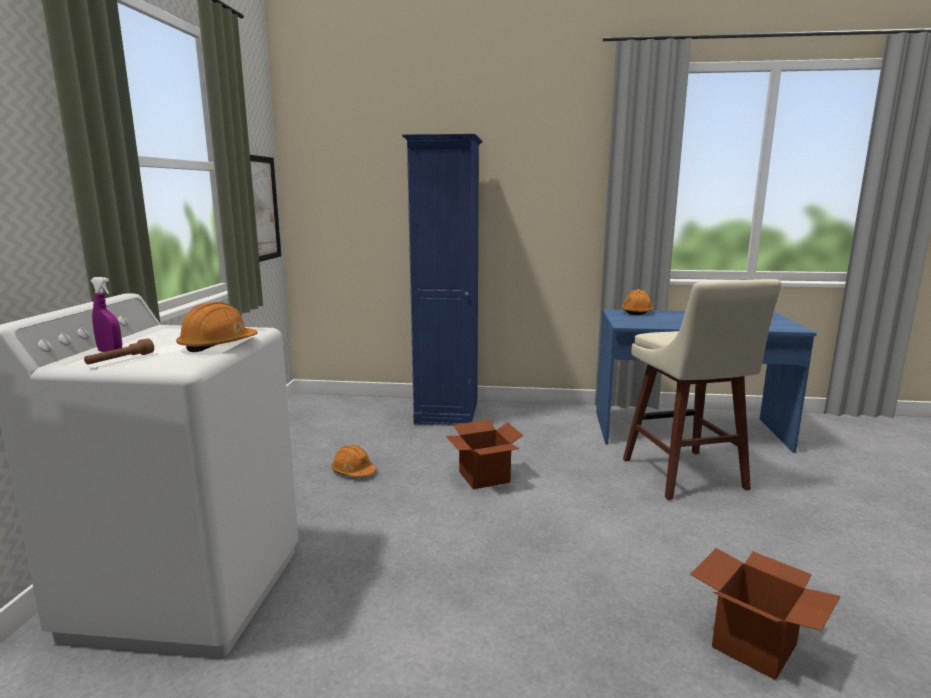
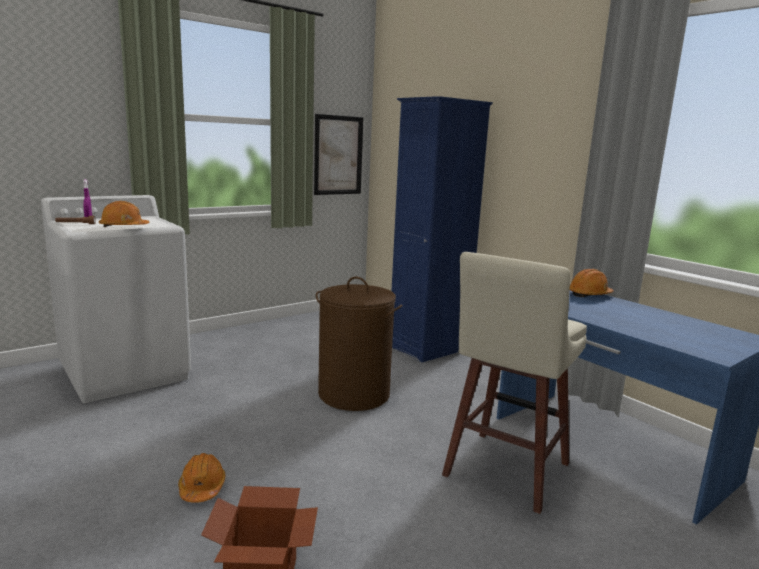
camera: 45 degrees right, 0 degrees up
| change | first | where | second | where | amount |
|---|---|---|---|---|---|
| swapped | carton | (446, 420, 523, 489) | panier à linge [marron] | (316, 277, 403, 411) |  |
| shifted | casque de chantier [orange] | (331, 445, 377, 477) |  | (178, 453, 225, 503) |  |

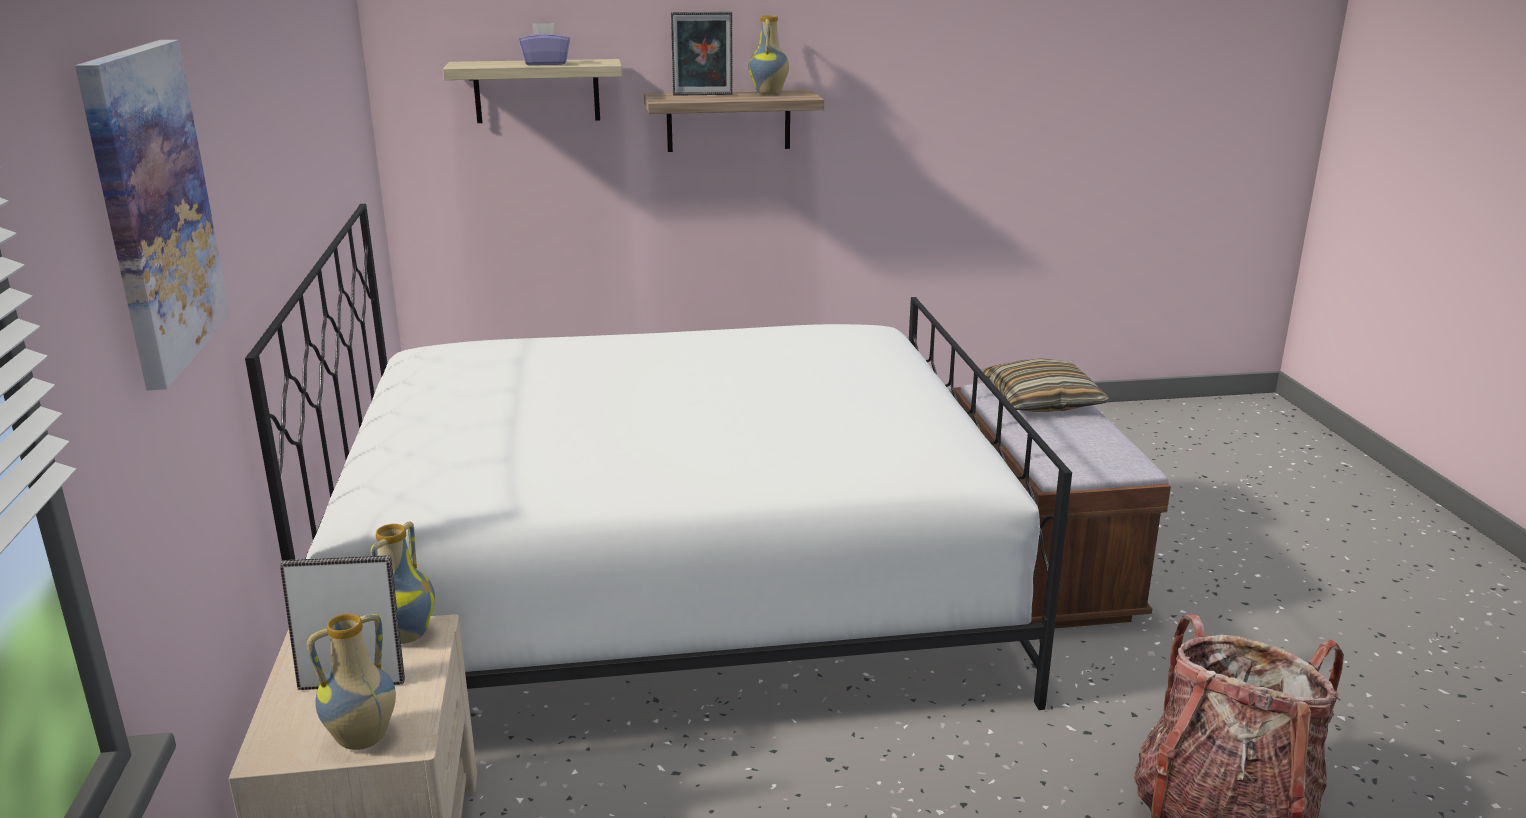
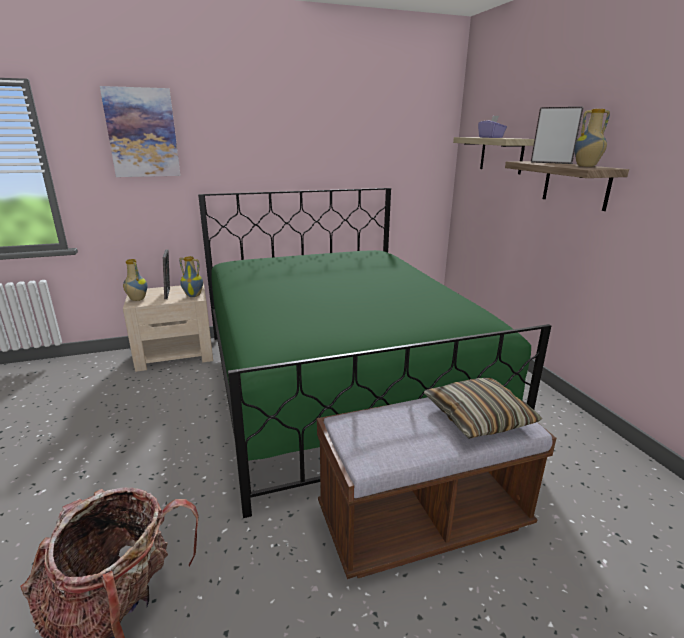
camera: 80 degrees right, 0 degrees up
| change | first | where | second | where | amount |
|---|---|---|---|---|---|
| rotated | cadre photo | (671, 12, 733, 96) |  | (531, 107, 584, 164) | 135 degrees clockwise |
| repainted | lit [blanc] | (245, 204, 1072, 710) | lit [vert] | (198, 188, 551, 518) |  |

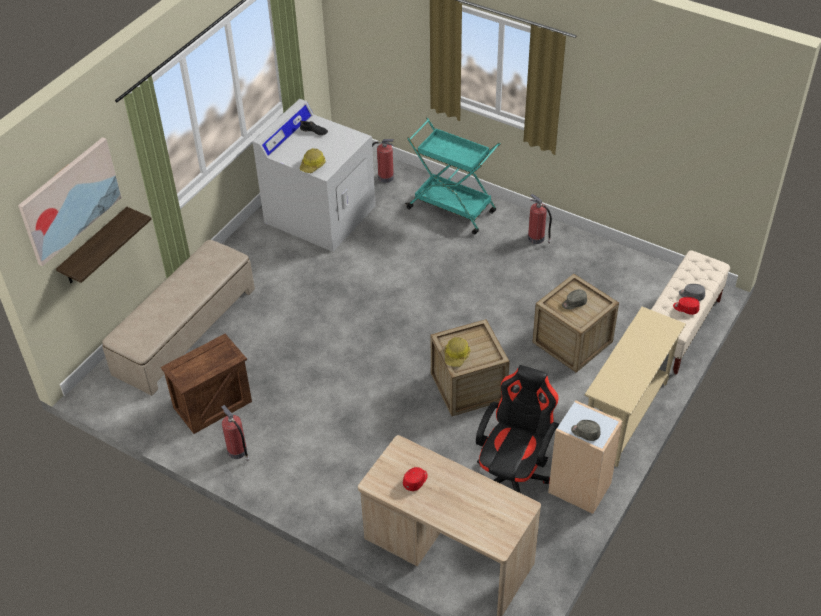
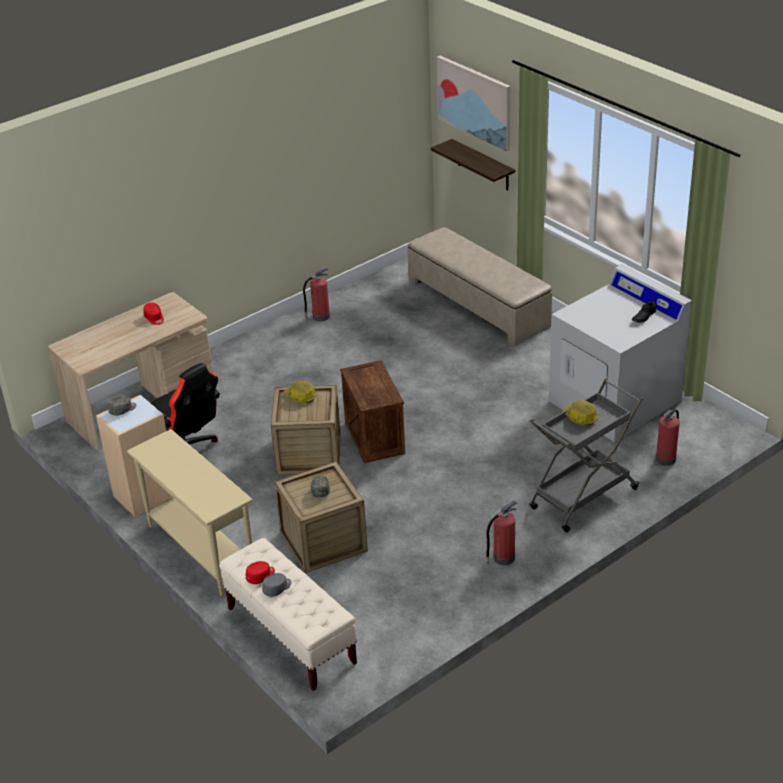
camera: 110 degrees right, 10 degrees down
| change | first | where | second | where | amount |
|---|---|---|---|---|---|
| repainted | chariot [turquoise] | (405, 118, 501, 234) | chariot [gris] | (529, 377, 643, 533) |  |
| shifted | casque de chantier | (300, 148, 326, 173) |  | (562, 400, 598, 425) |  |
| shifted | caisse | (161, 334, 252, 434) |  | (340, 360, 405, 463) |  |

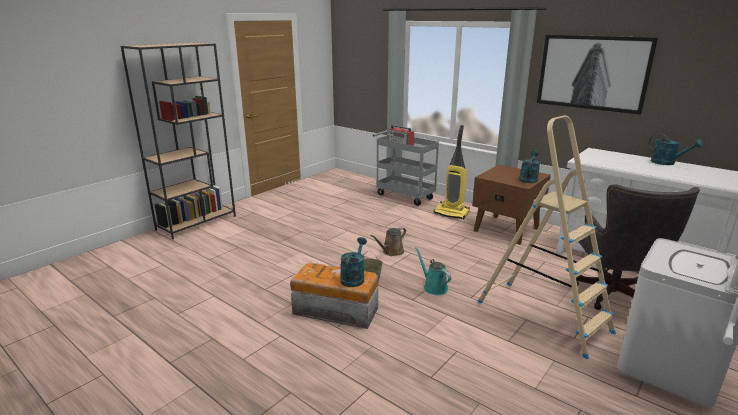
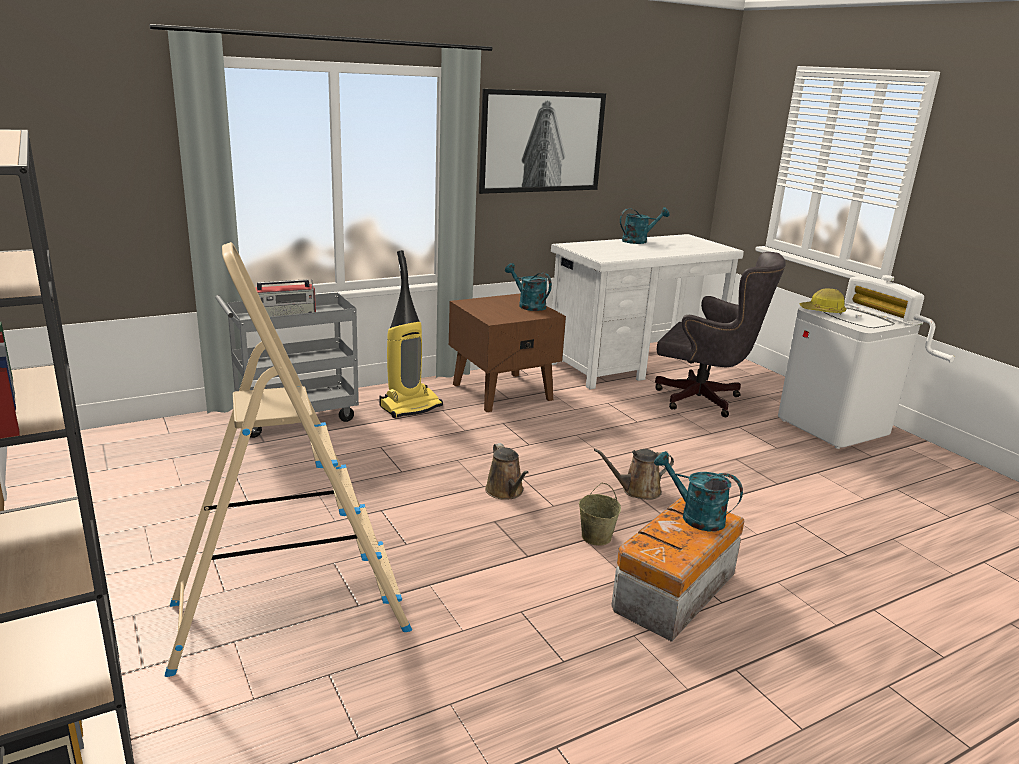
camera: 70 degrees left, 0 degrees up
| change | first | where | second | where | amount |
|---|---|---|---|---|---|
| shifted | escabeau [beige] | (478, 115, 616, 359) |  | (165, 242, 412, 677) |  |
| repainted | arrosoir [turquoise] | (415, 247, 451, 295) | arrosoir [marron] | (594, 449, 674, 500) |  |
| new |  |  | casque de chantier | (799, 288, 846, 314) |  |

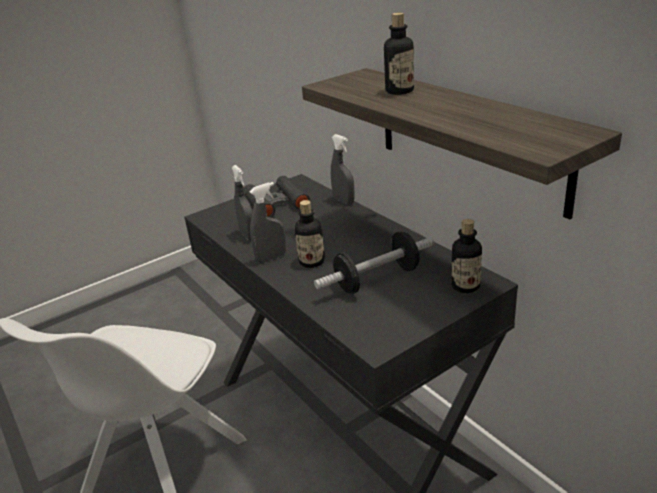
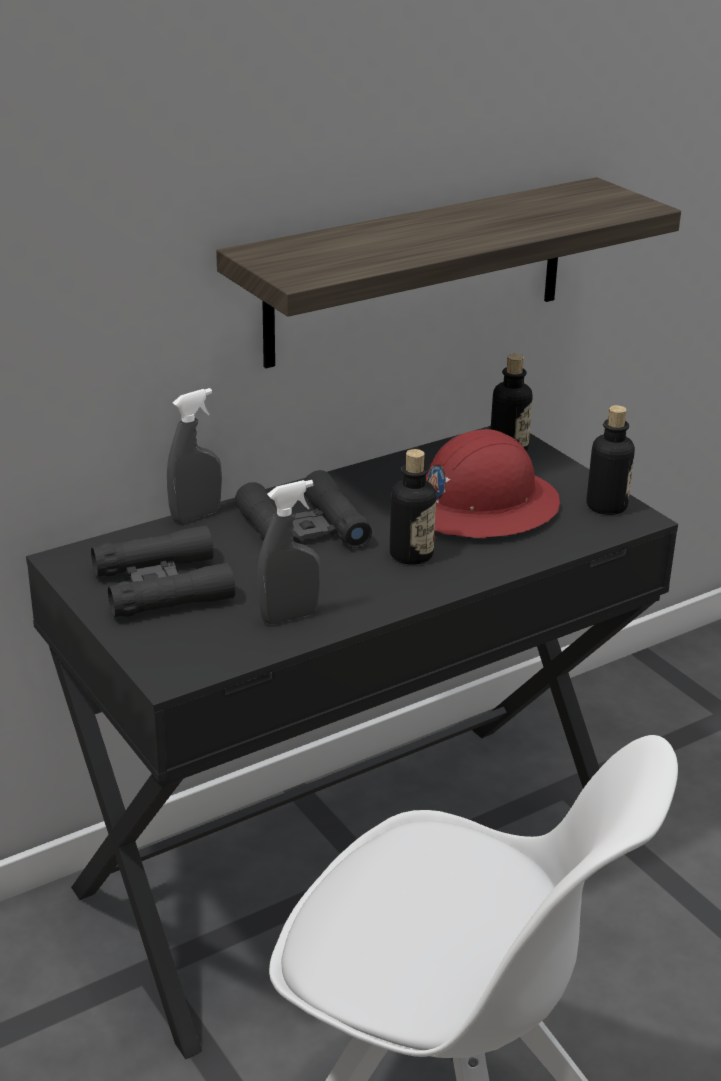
camera: 90 degrees left, 0 degrees up
| change | first | where | second | where | amount |
|---|---|---|---|---|---|
| shifted | bouteille | (384, 13, 414, 95) |  | (586, 405, 635, 515) |  |
| gone | vaporisateur [gris] | (250, 182, 286, 263) |  |  |  |
| swapped | haltère | (314, 231, 434, 294) | casque de chantier [rouge] | (426, 429, 560, 538) |  |
| new |  |  | jumelles [noir] | (235, 470, 372, 548) |  |

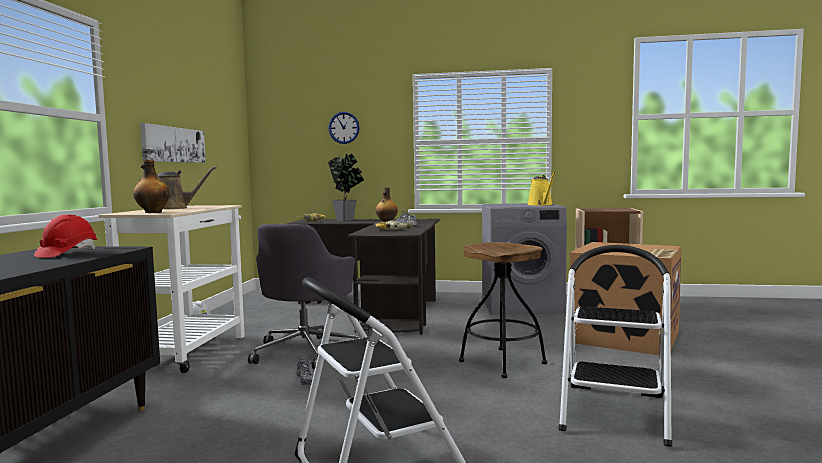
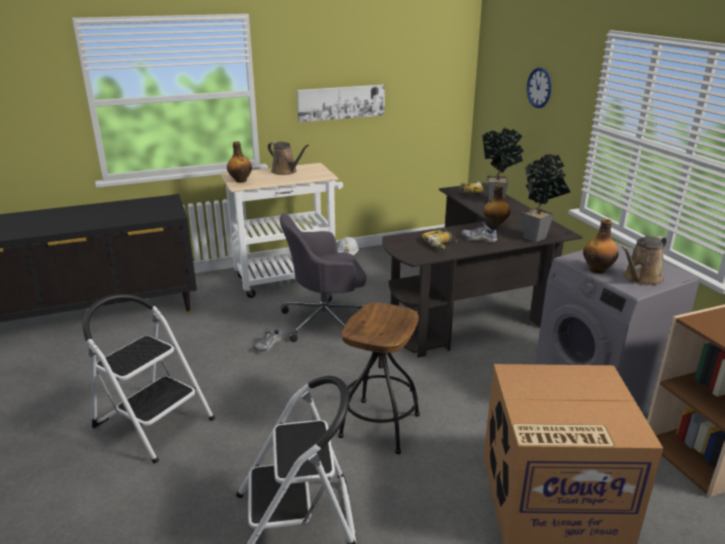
camera: 60 degrees right, 20 degrees up
| change | first | where | second | where | amount |
|---|---|---|---|---|---|
| repainted | arrosoir [jaune] | (528, 172, 555, 206) | arrosoir [marron] | (622, 235, 667, 285) |  |
| gone | casque de chantier [rouge] | (34, 214, 97, 258) |  |  |  |
| new |  |  | plante en pot | (521, 154, 570, 242) |  |
| new |  |  | bouteille | (583, 219, 619, 273) |  |

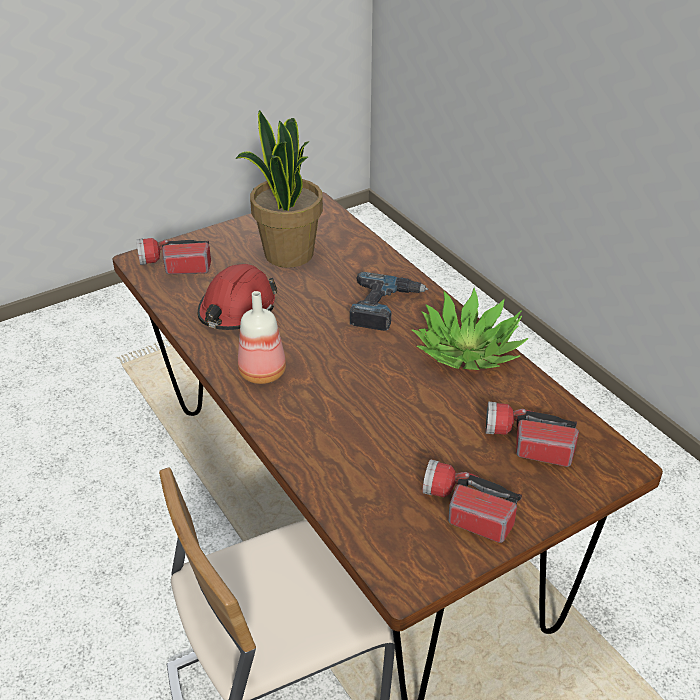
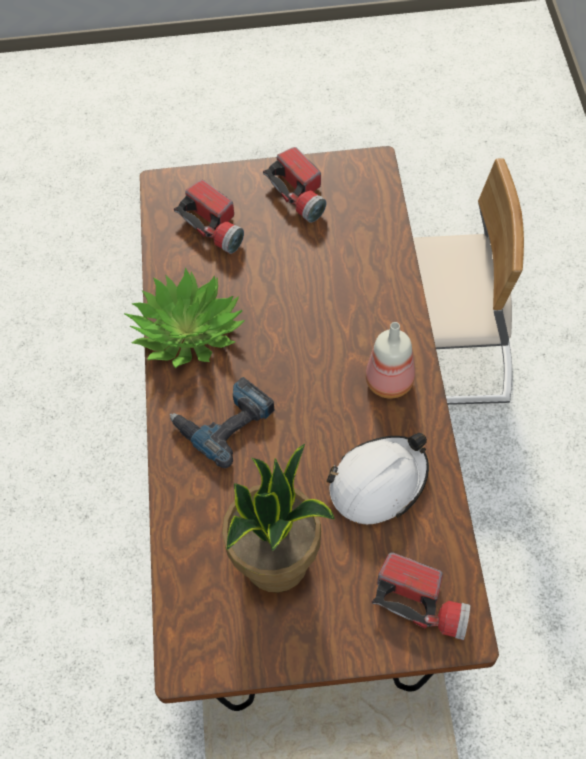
camera: 150 degrees left, 20 degrees up
| change | first | where | second | where | amount |
|---|---|---|---|---|---|
| repainted | casque de chantier [rouge] | (198, 264, 277, 330) | casque de chantier [blanc] | (326, 433, 429, 524) |  |

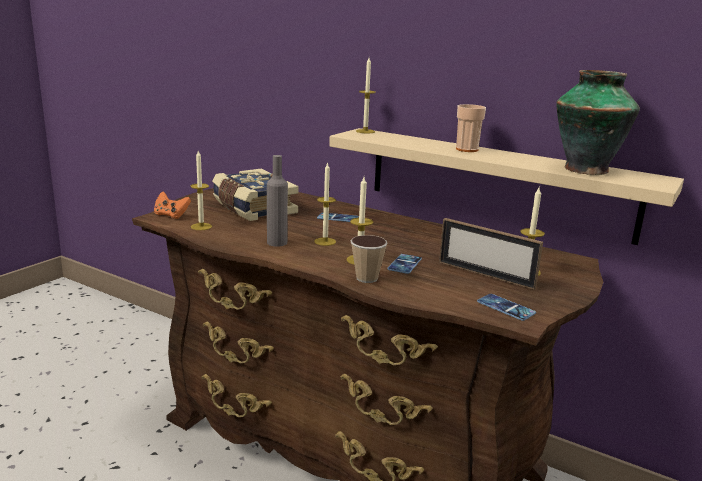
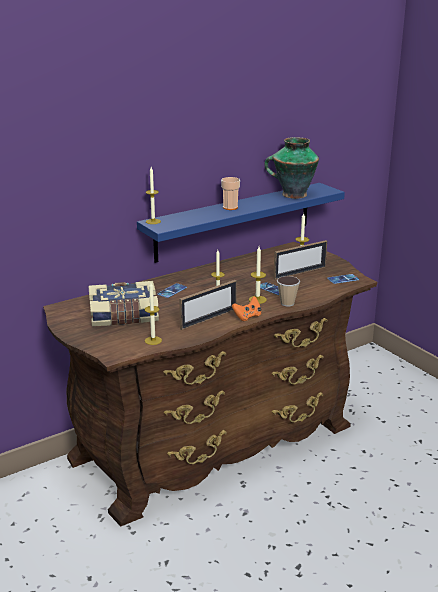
camera: 65 degrees left, 5 degrees up
| change | first | where | second | where | amount |
|---|---|---|---|---|---|
| repainted | étagère [beige] | (329, 128, 684, 245) | étagère [bleu] | (137, 183, 345, 263) |  |
| swapped | bouteille [gris] | (267, 155, 288, 247) | cadre photo | (179, 280, 237, 330) |  |
| shifted | manette [orange] | (154, 192, 191, 219) |  | (232, 297, 261, 321) |  |

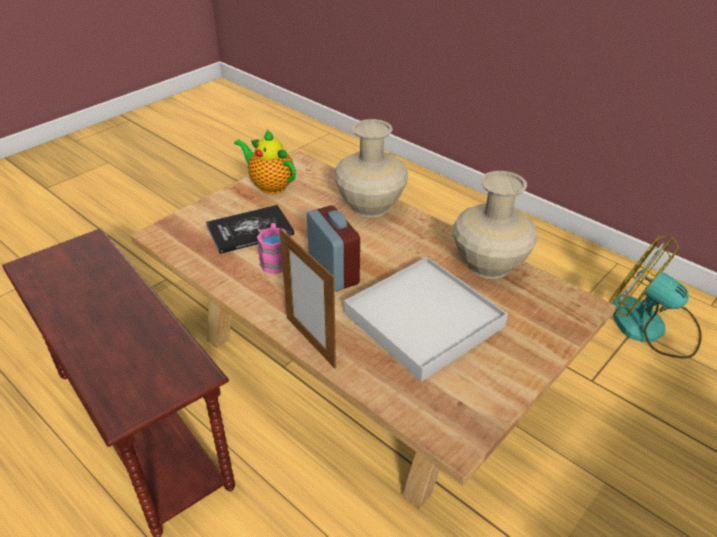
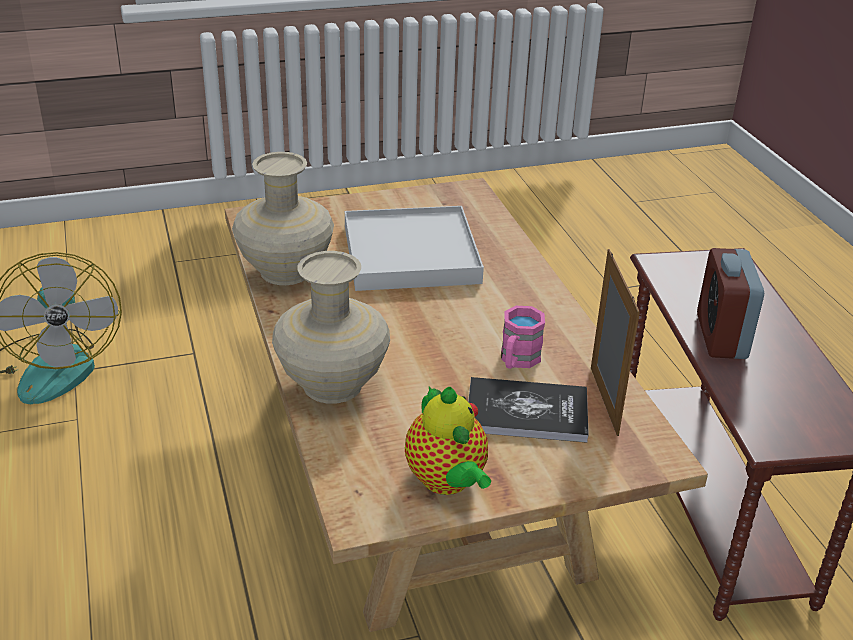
camera: 150 degrees left, 5 degrees down
| change | first | where | second | where | amount |
|---|---|---|---|---|---|
| shifted | réveil | (307, 205, 360, 292) |  | (697, 248, 764, 359) |  |
| shifted | cadre photo | (279, 228, 336, 369) |  | (591, 249, 640, 436) |  |

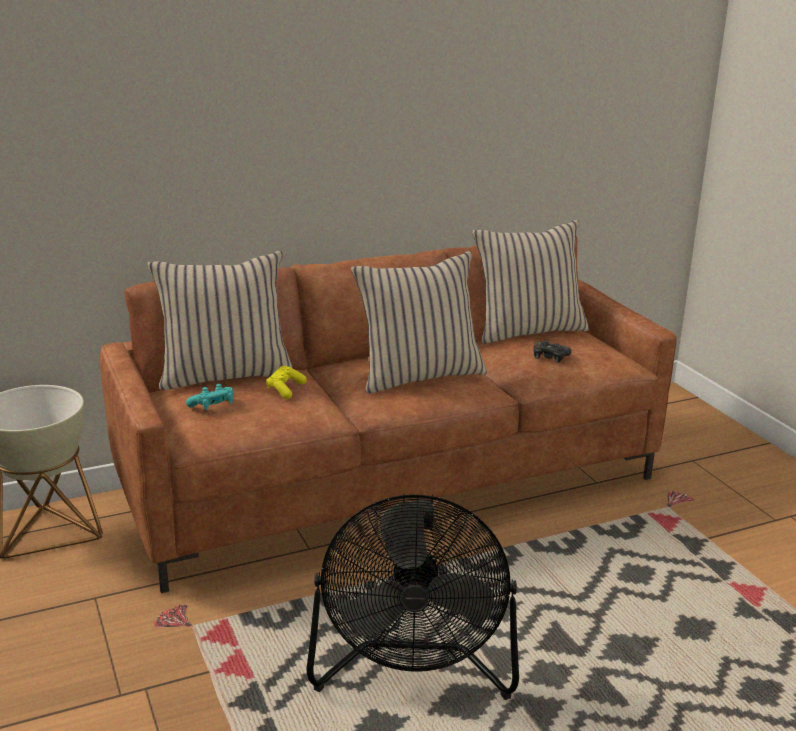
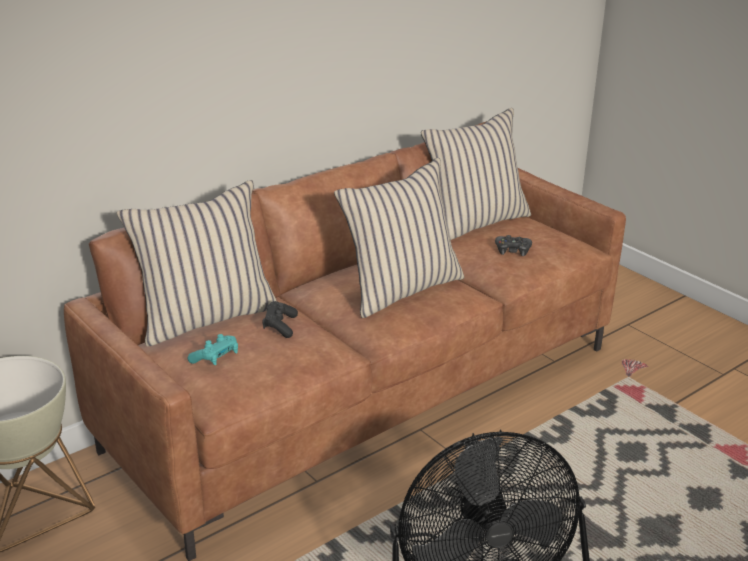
camera: 15 degrees left, 5 degrees up
| change | first | where | second | where | amount |
|---|---|---|---|---|---|
| repainted | manette [jaune] | (266, 366, 307, 399) | manette [noir] | (262, 301, 298, 338) |  |

